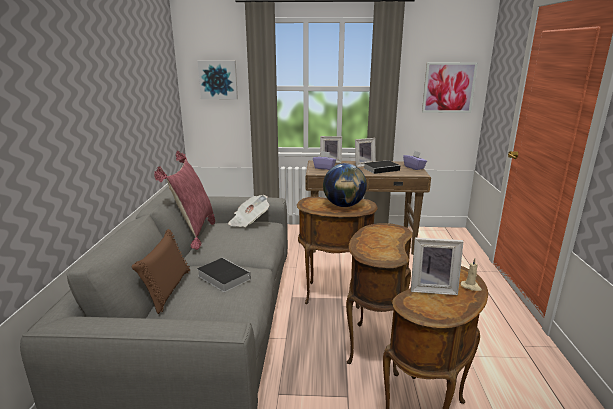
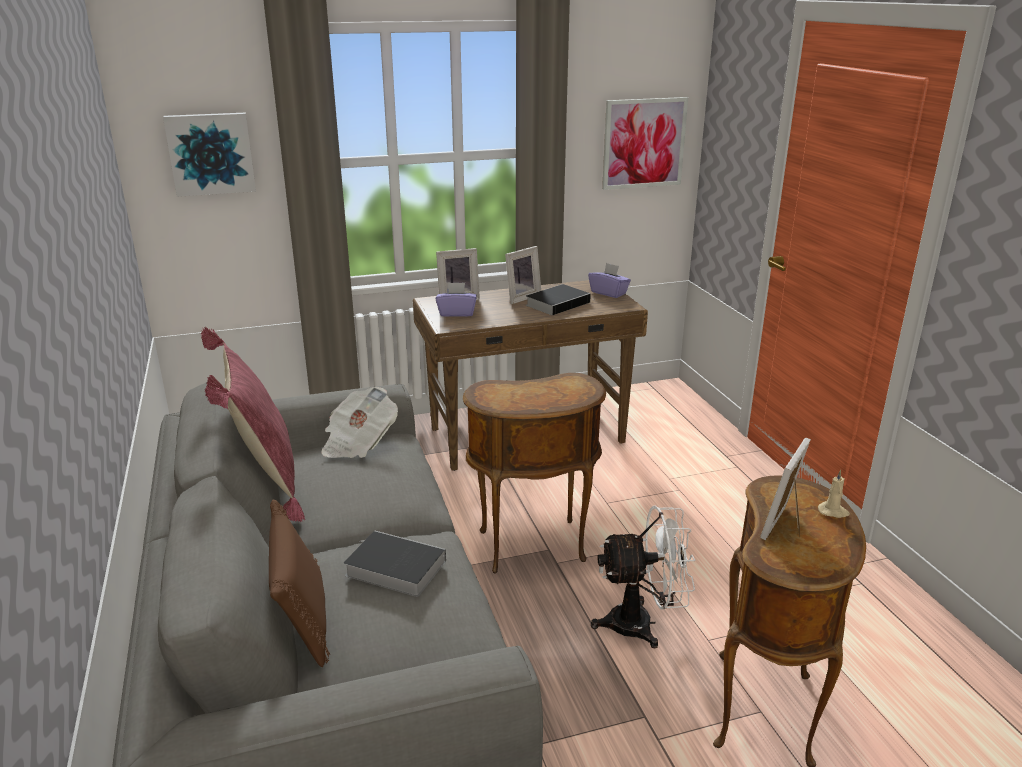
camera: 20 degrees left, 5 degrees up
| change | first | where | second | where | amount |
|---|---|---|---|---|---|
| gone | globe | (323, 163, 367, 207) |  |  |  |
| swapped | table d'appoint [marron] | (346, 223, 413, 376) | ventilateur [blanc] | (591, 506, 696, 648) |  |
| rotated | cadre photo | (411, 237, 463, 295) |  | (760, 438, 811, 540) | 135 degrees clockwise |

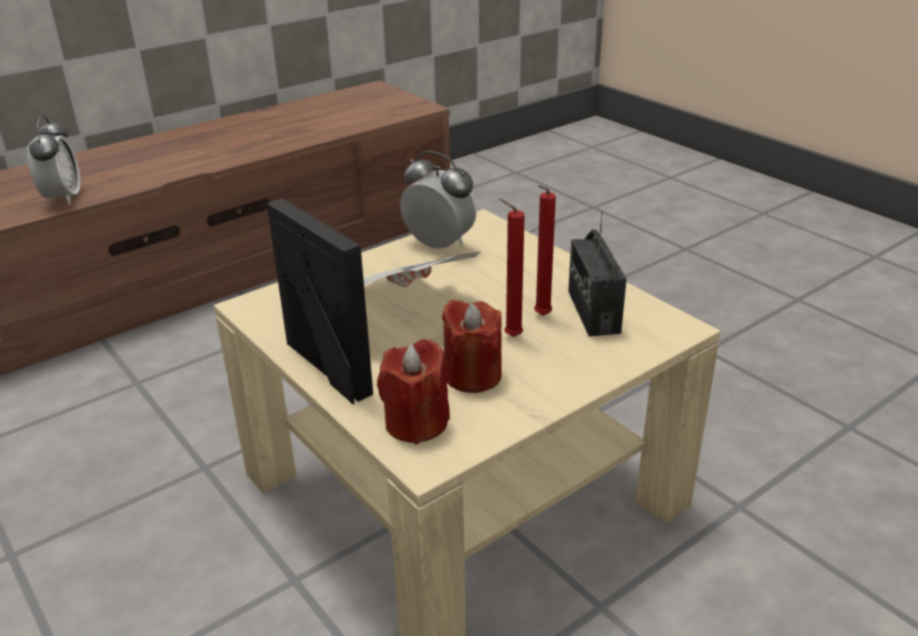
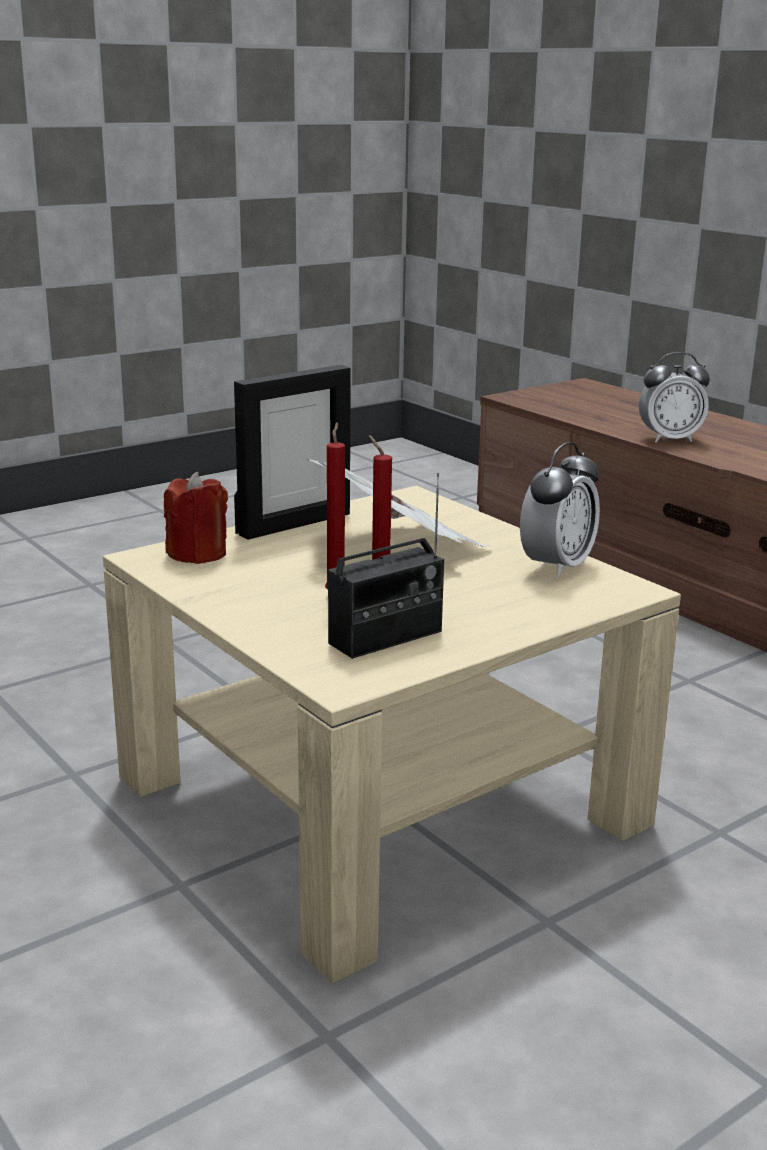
camera: 90 degrees right, 10 degrees down
| change | first | where | second | where | amount |
|---|---|---|---|---|---|
| rotated | radio | (568, 211, 627, 336) |  | (328, 473, 444, 659) | 150 degrees clockwise |
| gone | bougie [rouge] | (442, 300, 502, 393) |  |  |  |

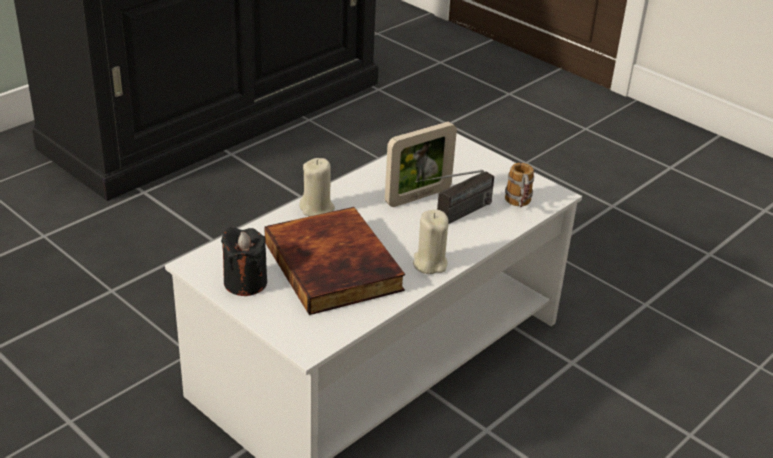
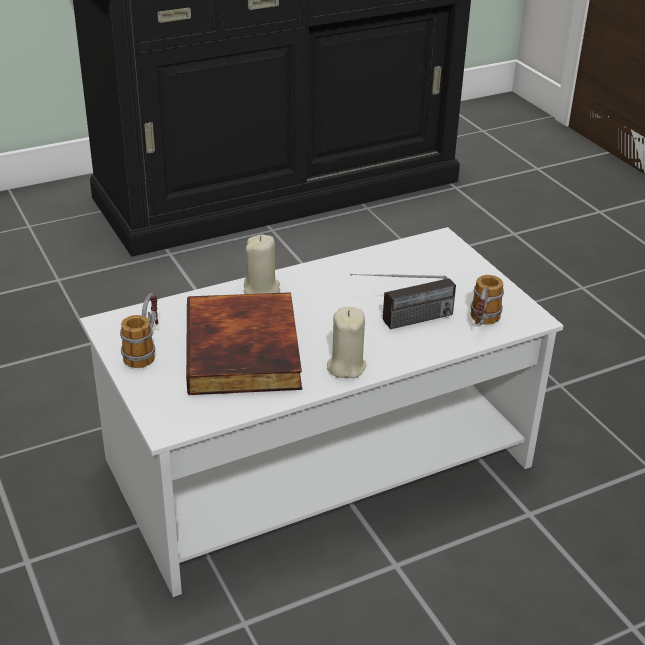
camera: 20 degrees right, 0 degrees up
| change | first | where | second | where | amount |
|---|---|---|---|---|---|
| gone | cadre photo | (385, 122, 457, 207) |  |  |  |
| swapped | bougie [noir] | (221, 227, 267, 296) | mug | (120, 293, 158, 368) |  |

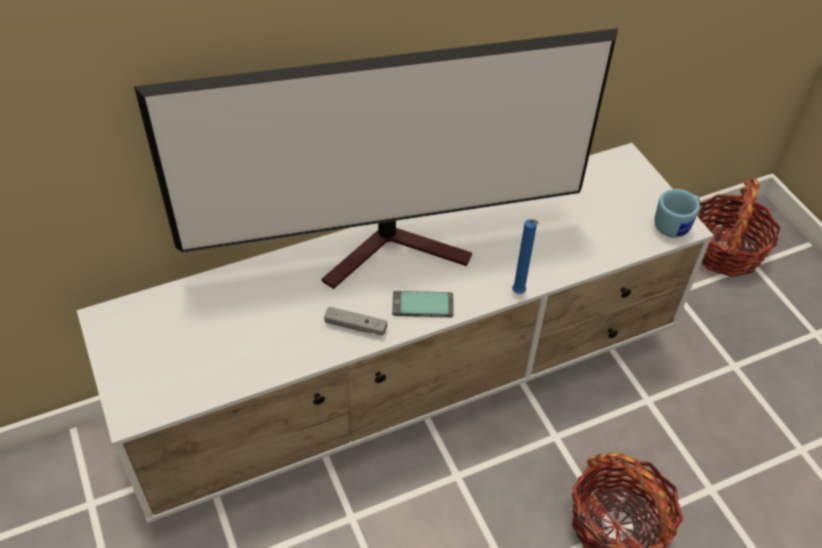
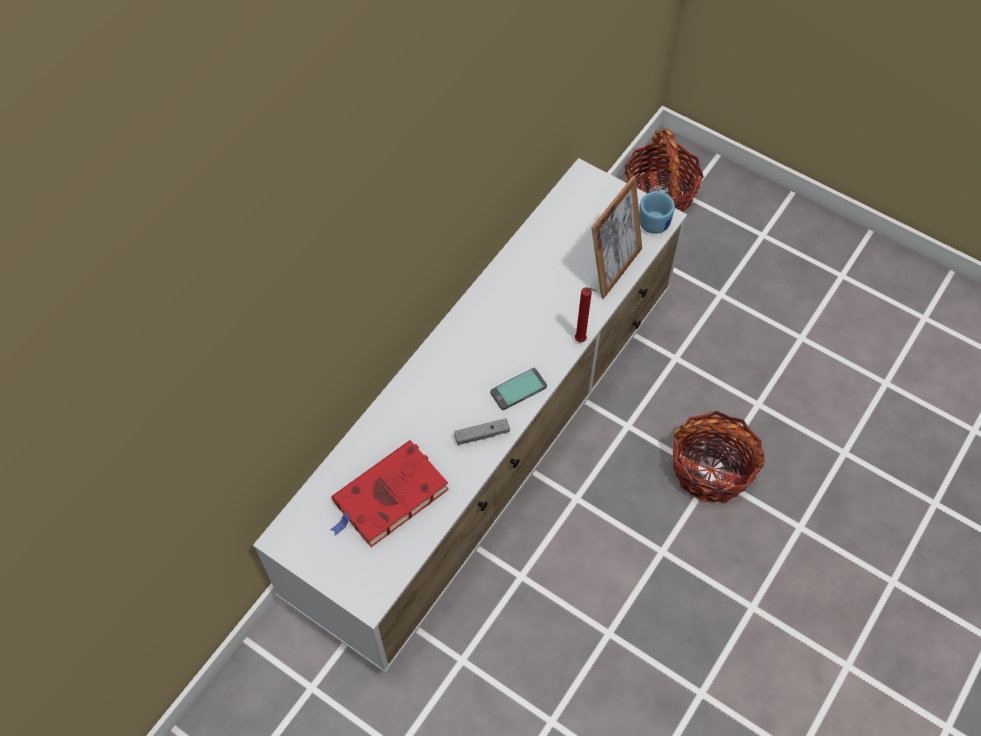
camera: 30 degrees left, 10 degrees up
| change | first | where | second | where | amount |
|---|---|---|---|---|---|
| gone | téléviseur | (134, 28, 618, 289) |  |  |  |
| repainted | bougie [bleu] | (512, 219, 539, 294) | bougie [rouge] | (575, 287, 597, 342) |  |
| new |  |  | cadre photo | (591, 176, 642, 299) |  |
| new |  |  | livre [rouge] | (330, 440, 449, 547) |  |

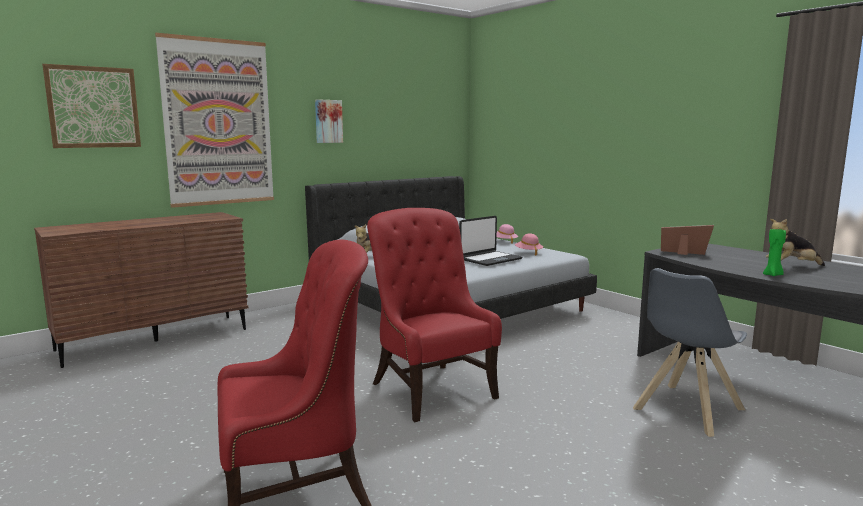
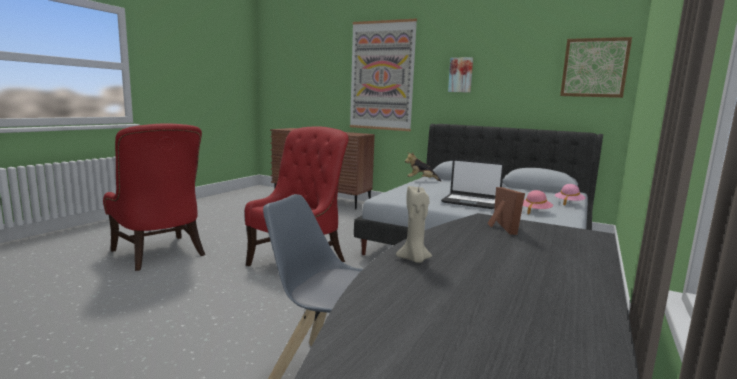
camera: 65 degrees right, 0 degrees up
| change | first | where | second | where | amount |
|---|---|---|---|---|---|
| shifted | tableau | (42, 64, 141, 148) |  | (560, 37, 632, 98) |  |
| gone | peluche | (766, 219, 825, 266) |  |  |  |
| repainted | bougie [vert] | (763, 229, 786, 276) | bougie [beige] | (396, 186, 432, 263) |  |

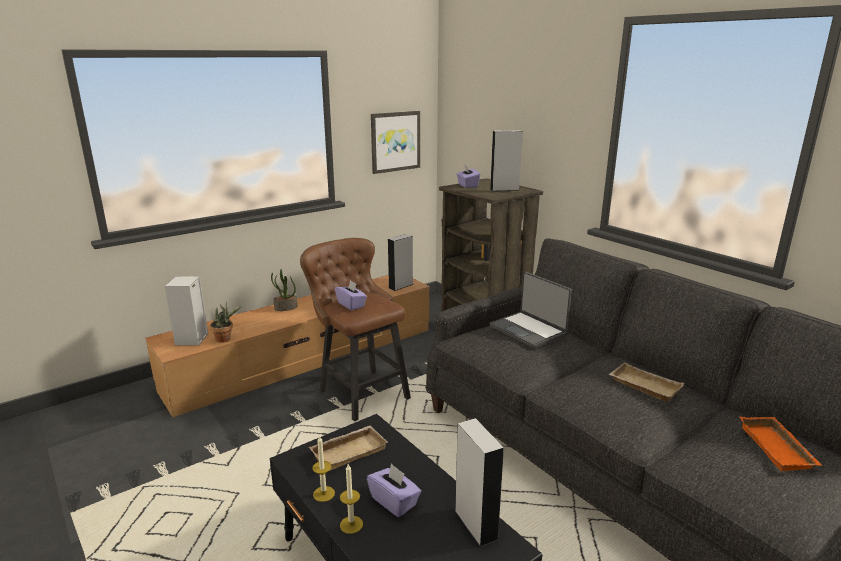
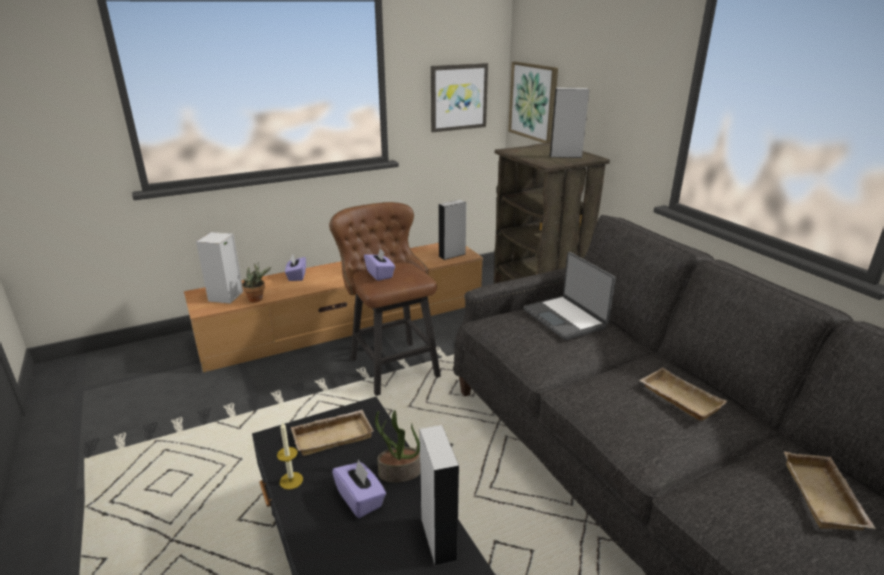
camera: 10 degrees right, 5 degrees up
| change | first | where | second | where | amount |
|---|---|---|---|---|---|
| shifted | boîte à mouchoirs [violet] | (457, 165, 480, 188) |  | (285, 255, 306, 281) |  |
| shifted | plante en pot | (271, 269, 298, 311) |  | (375, 410, 420, 483) |  |
| repainted | plateau [orange] | (740, 417, 822, 472) | plateau [beige] | (784, 452, 876, 530) |  |
| gone | bougie | (340, 464, 363, 534) |  |  |  |
| new |  |  | tableau | (508, 62, 558, 143) |  |

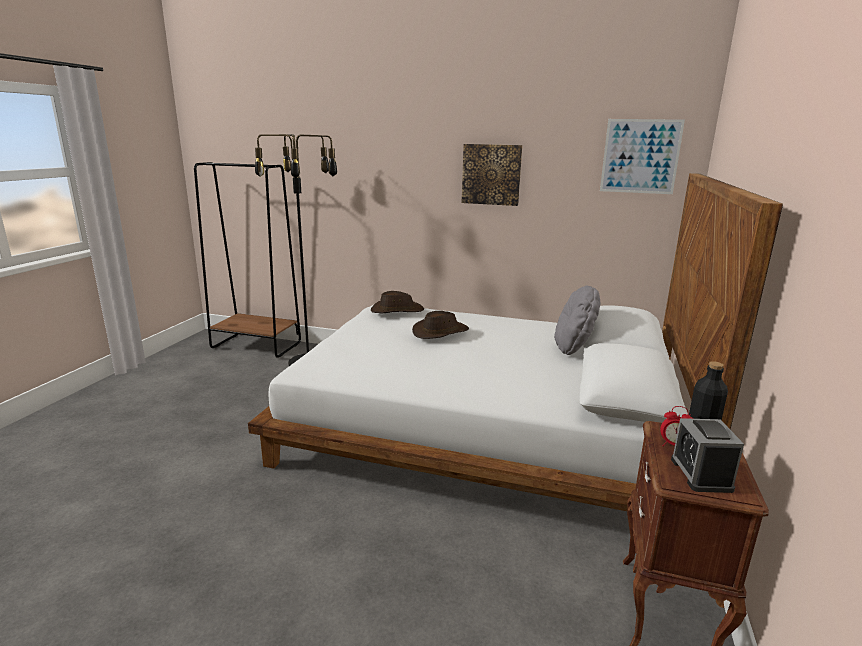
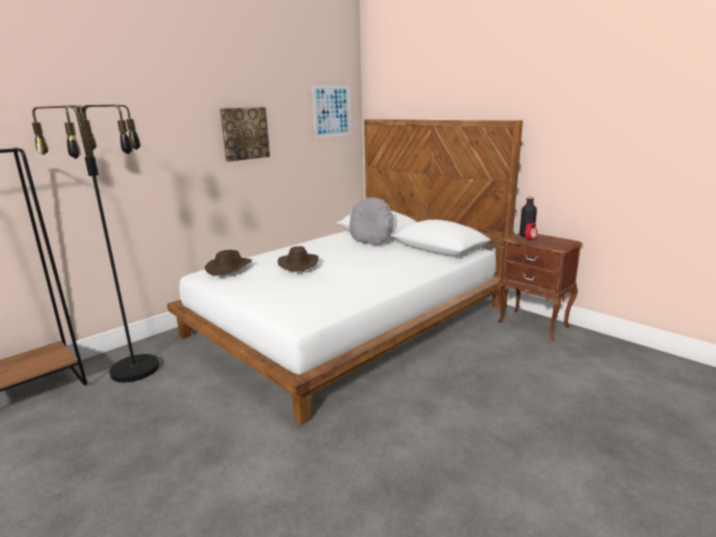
camera: 60 degrees left, 0 degrees up
| change | first | where | second | where | amount |
|---|---|---|---|---|---|
| gone | réveil | (671, 418, 744, 493) |  |  |  |

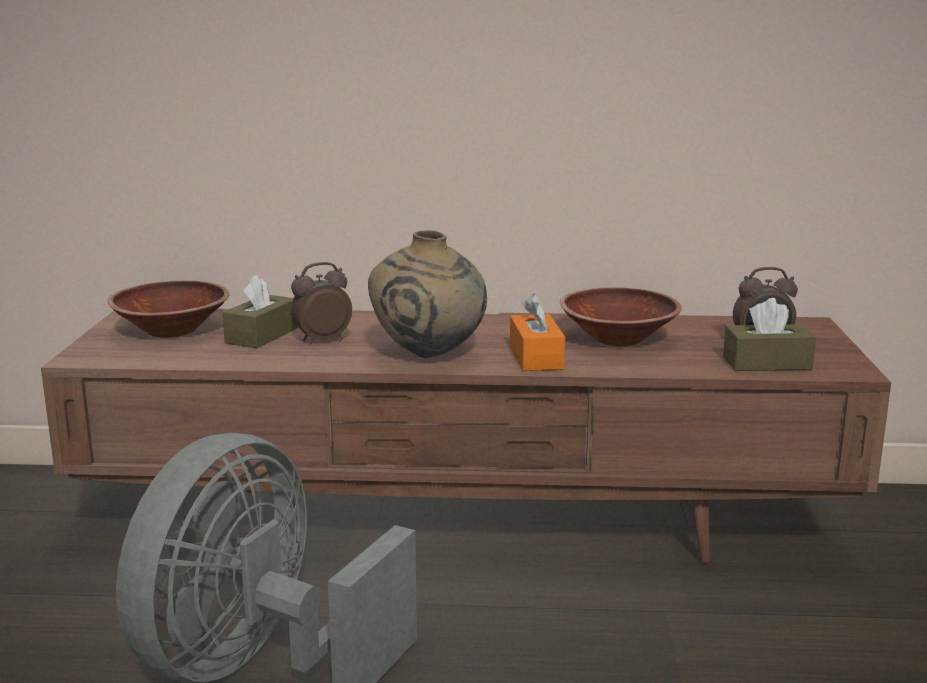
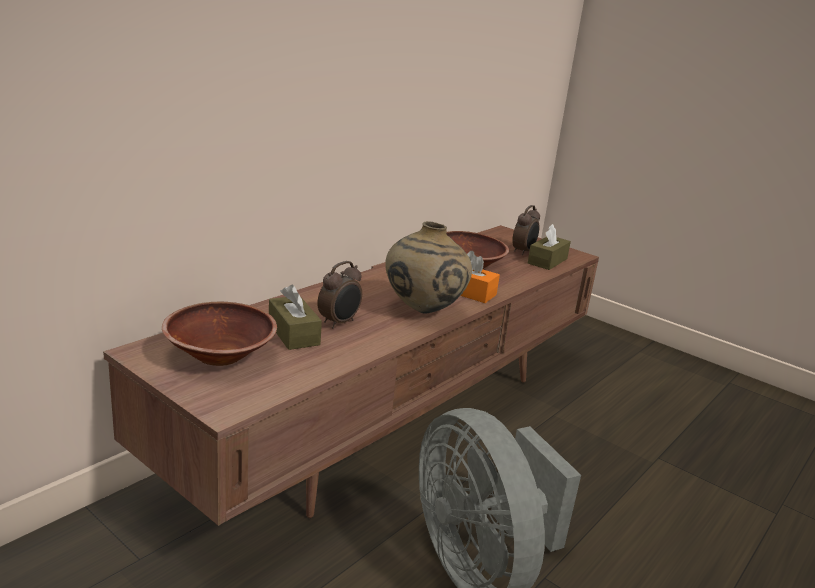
camera: 55 degrees left, 5 degrees up
| change | first | where | second | where | amount |
|---|---|---|---|---|---|
| rotated | réveil | (291, 262, 352, 344) |  | (317, 261, 362, 329) | 150 degrees counterclockwise |

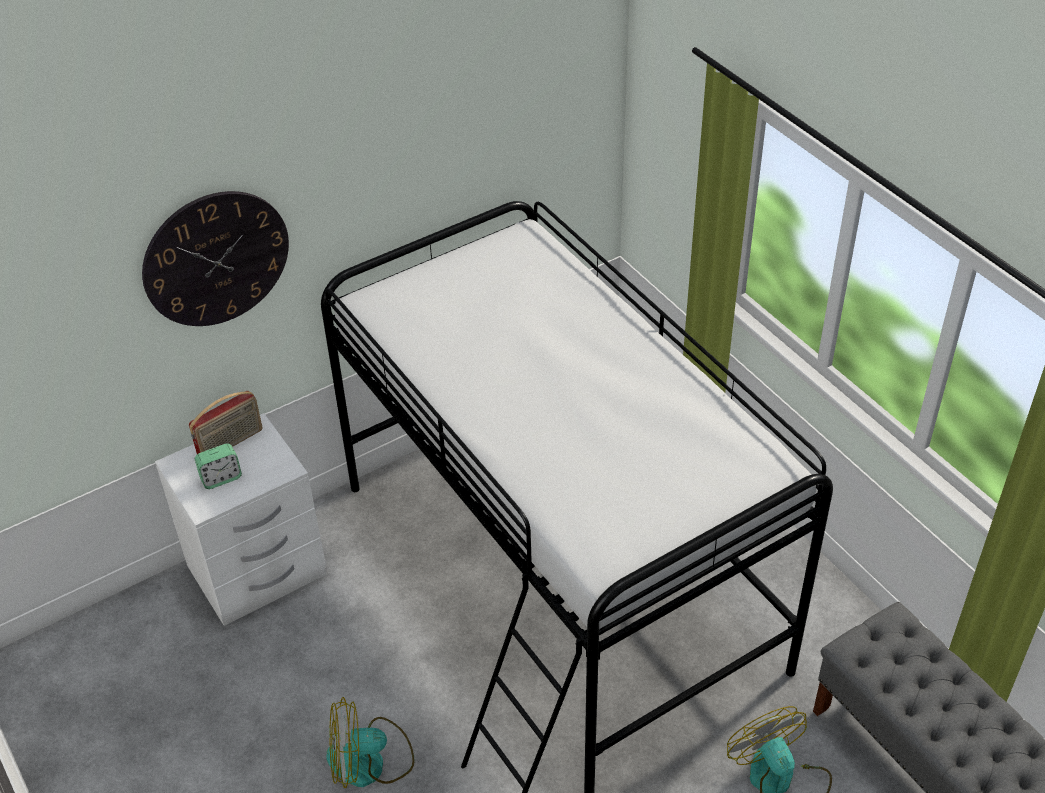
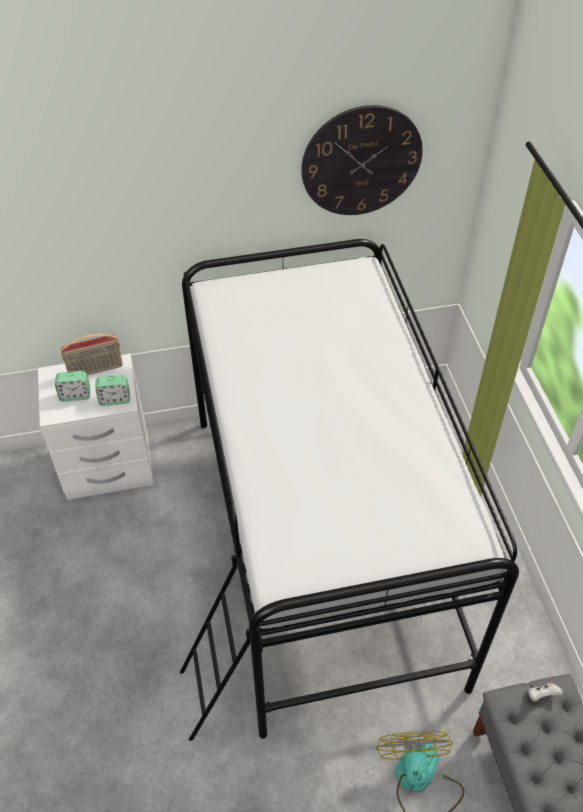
camera: 20 degrees right, 5 degrees up
| change | first | where | second | where | amount |
|---|---|---|---|---|---|
| shifted | horloge murale | (142, 191, 289, 326) |  | (301, 105, 423, 215) |  |
| gone | ventilateur | (327, 697, 415, 788) |  |  |  |
| new |  |  | réveil | (96, 375, 130, 406) |  |
| new |  |  | manette [blanc] | (527, 683, 563, 702) |  |

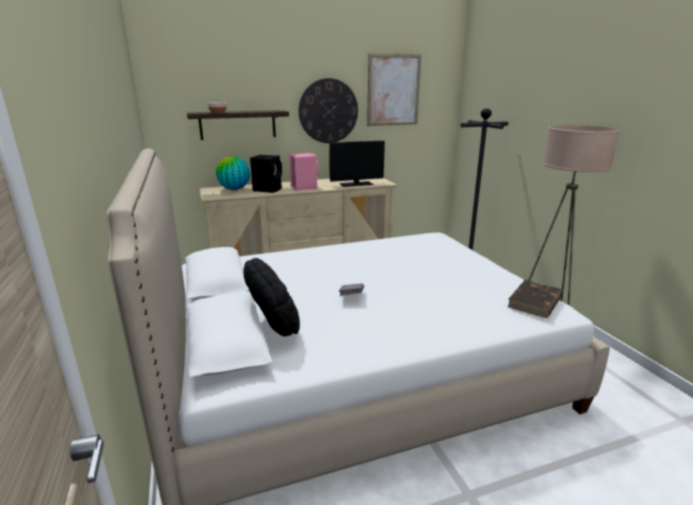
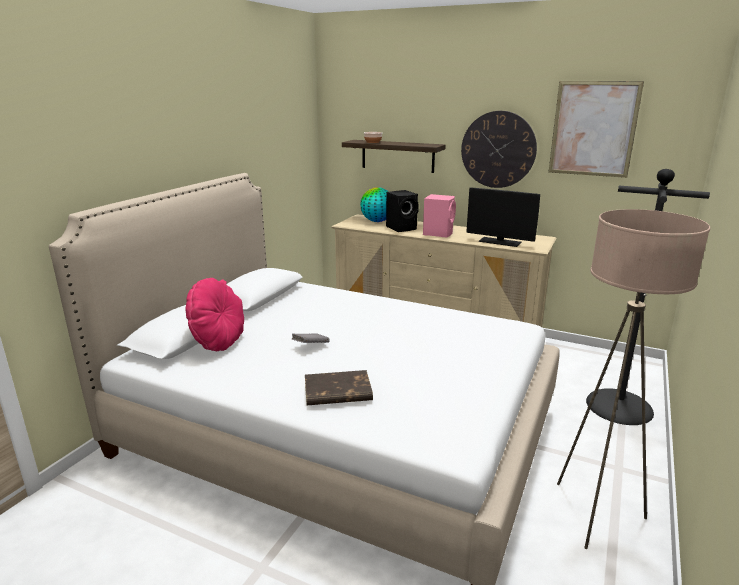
camera: 45 degrees right, 0 degrees up
| change | first | where | second | where | amount |
|---|---|---|---|---|---|
| repainted | coussin [noir] | (243, 258, 300, 336) | coussin [rose] | (185, 278, 244, 351) |  |
| shifted | livre [marron] | (507, 280, 563, 318) |  | (305, 370, 373, 405) |  |

